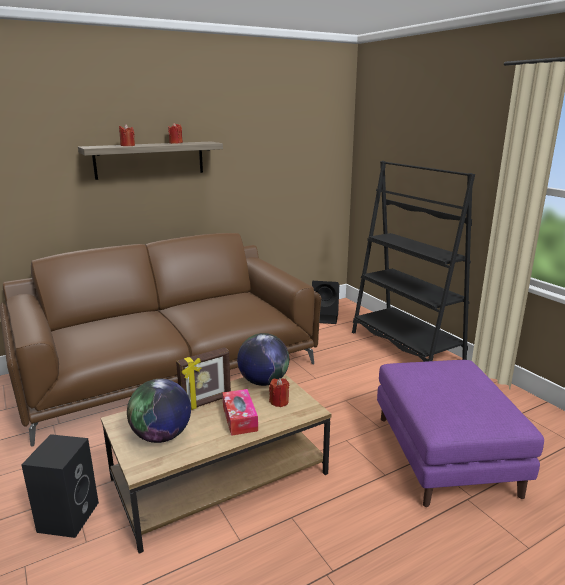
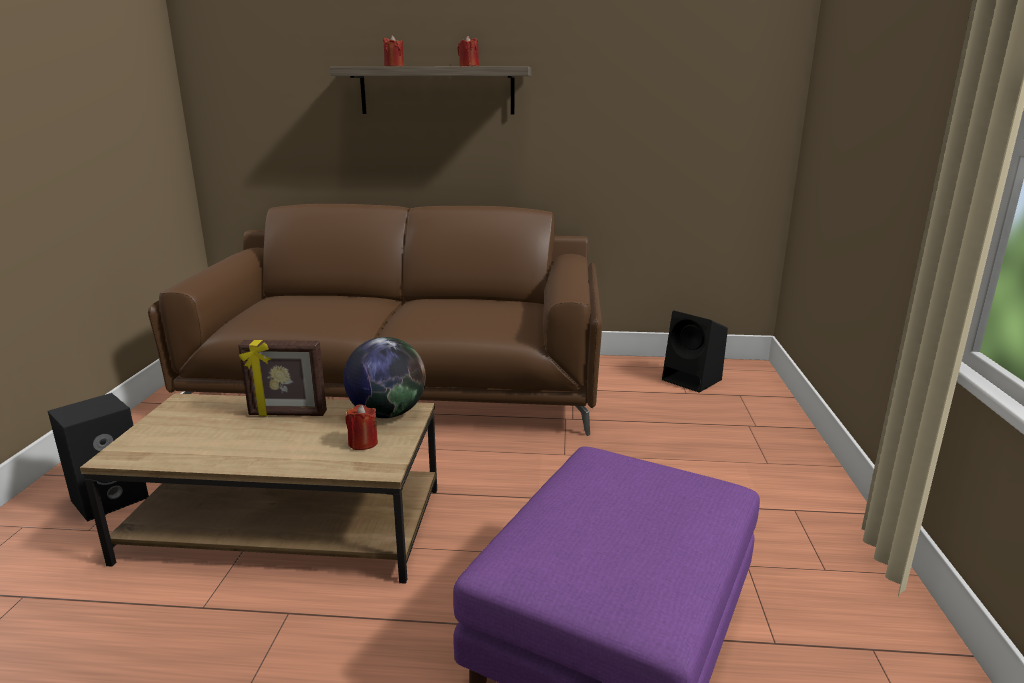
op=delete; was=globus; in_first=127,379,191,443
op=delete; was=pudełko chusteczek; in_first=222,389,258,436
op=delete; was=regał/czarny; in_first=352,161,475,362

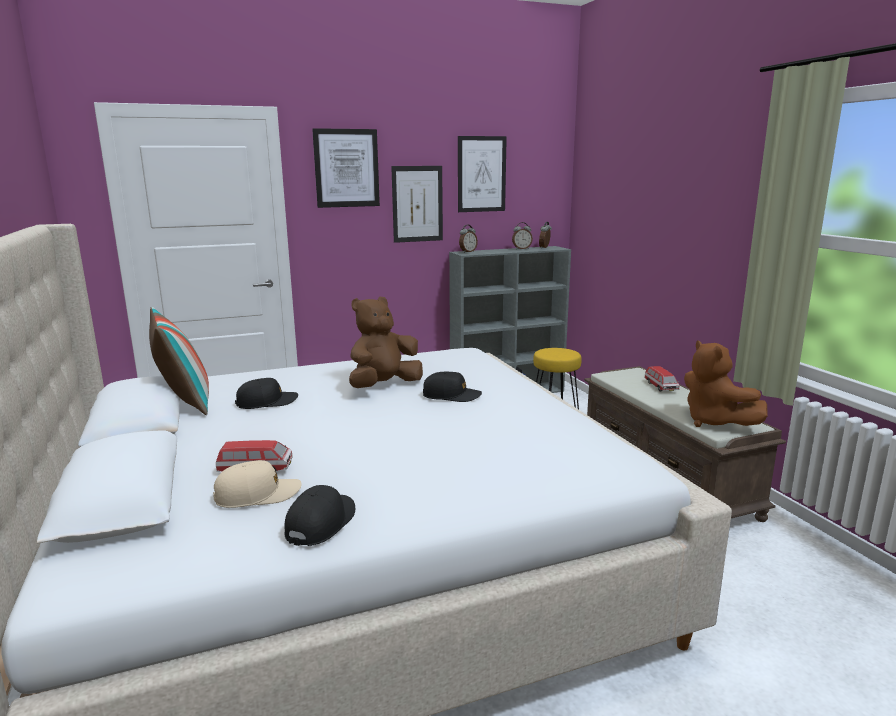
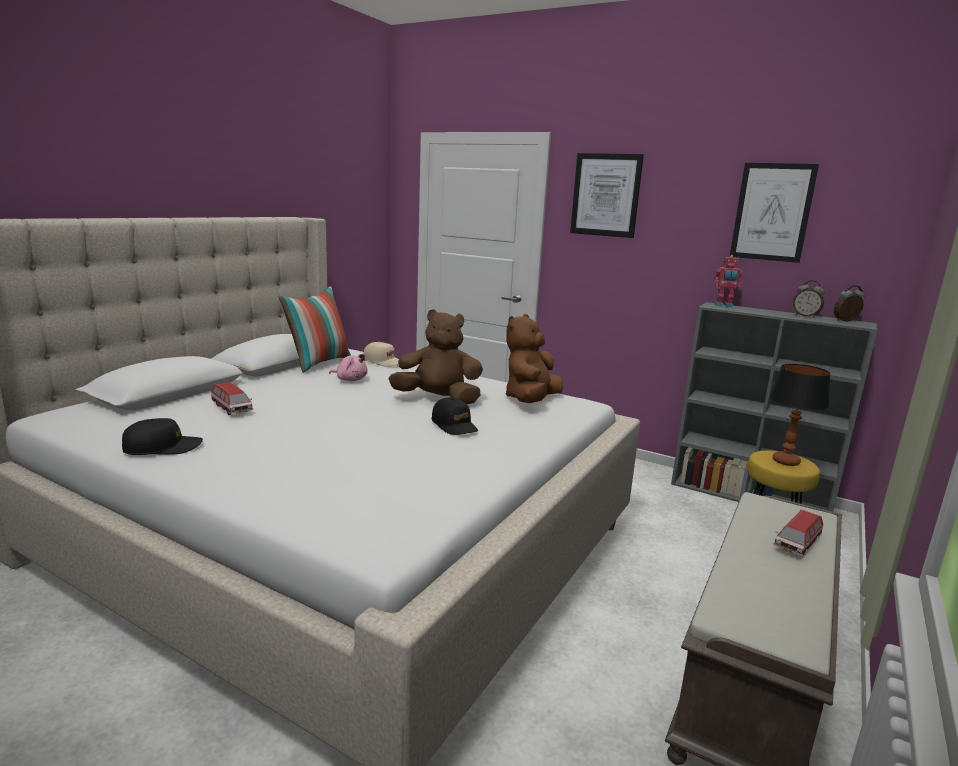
op=delete; was=obraz; in_first=391,166,443,243
op=insert; now=lampa stołowa; in_second=769,364,830,466
op=move; was=czapka z daszkiem/beżowy; in_first=213,460,302,508; in_second=364,342,399,367
op=move; was=pluszak/brązowy; in_first=684,340,768,427; in_second=506,314,563,403
op=replace; was=czapka z daszkiem/czarny; now=pluszak/różowy; in_first=235,378,298,409; in_second=329,353,368,381
op=replace; was=budzik; now=robot zabawkowy; in_first=459,225,478,253; in_second=714,255,743,307

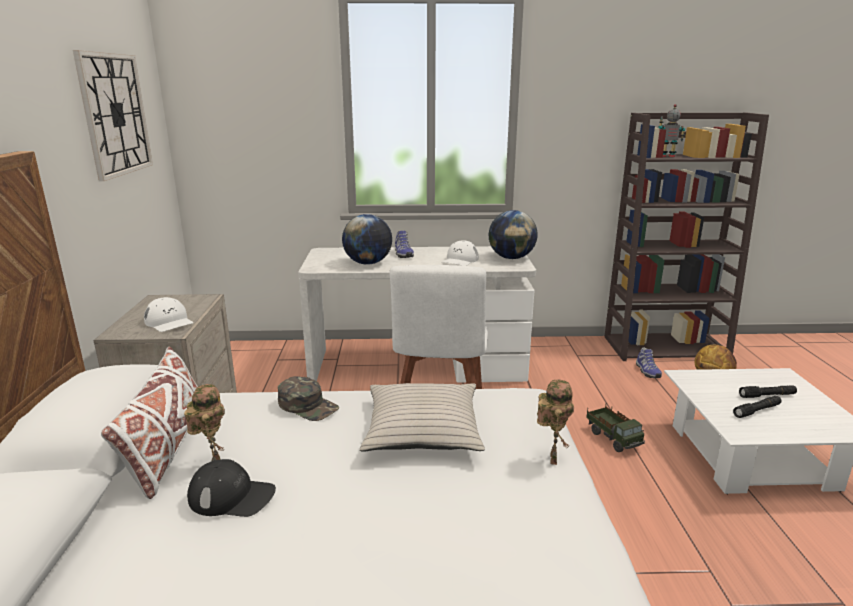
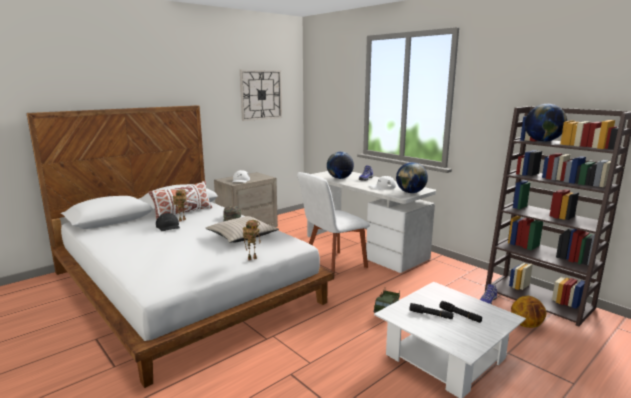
op=replace; was=robot zabawkowy; now=globus; in_first=659,104,685,157; in_second=525,104,567,142

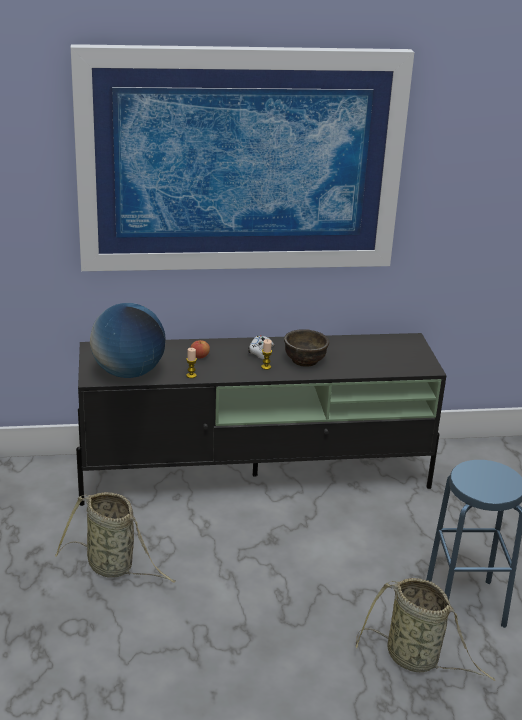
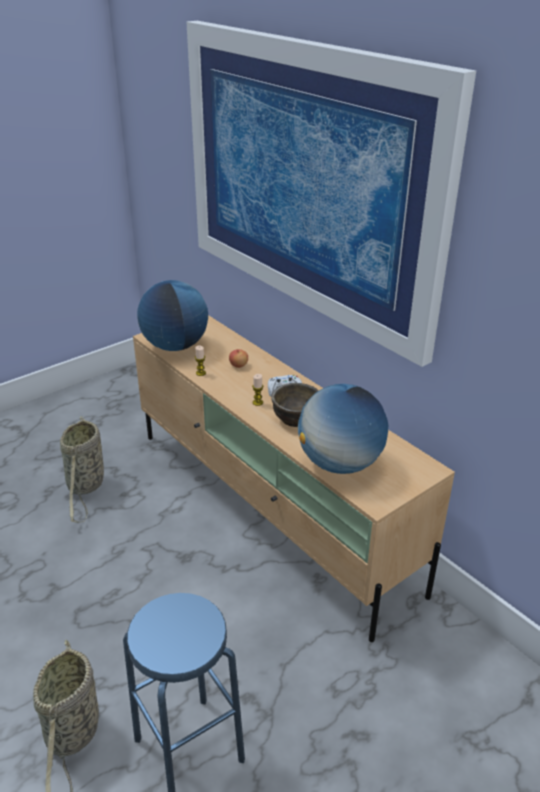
op=insert; now=globus; in_second=298,384,388,474
op=recolor; was=szafka pod telewizor/czarny; now=szafka pod telewizor/beżowy; in_first=76,333,447,506; in_second=133,315,455,642

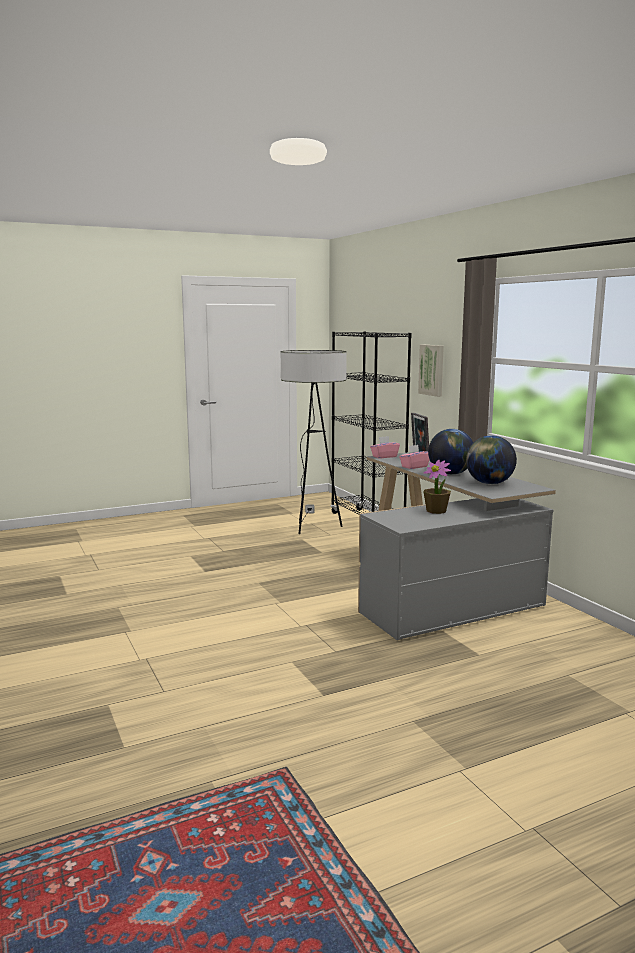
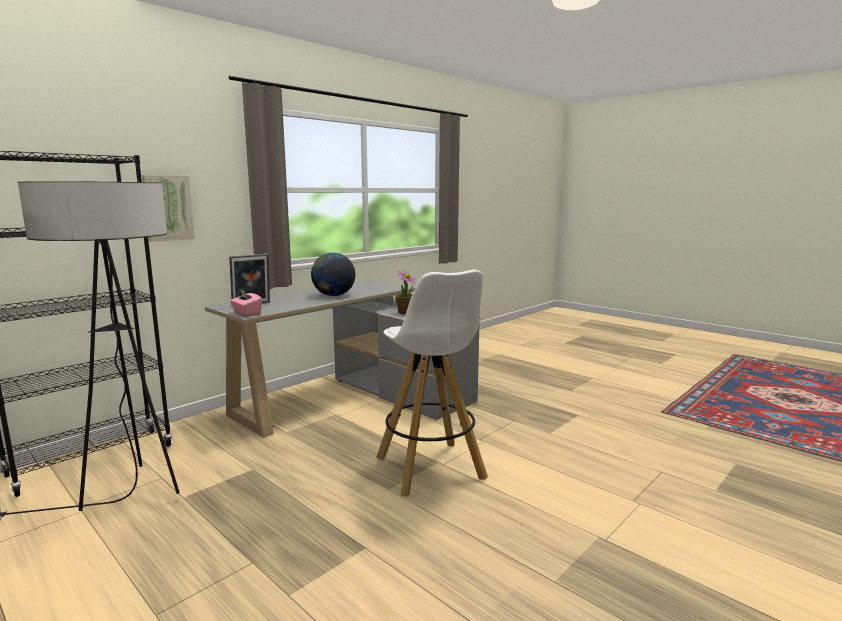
op=delete; was=pudełko chusteczek/różowy; in_first=399,445,430,469
op=delete; was=globus; in_first=466,436,517,484
op=insert; now=stołek/biały; in_second=376,270,488,497

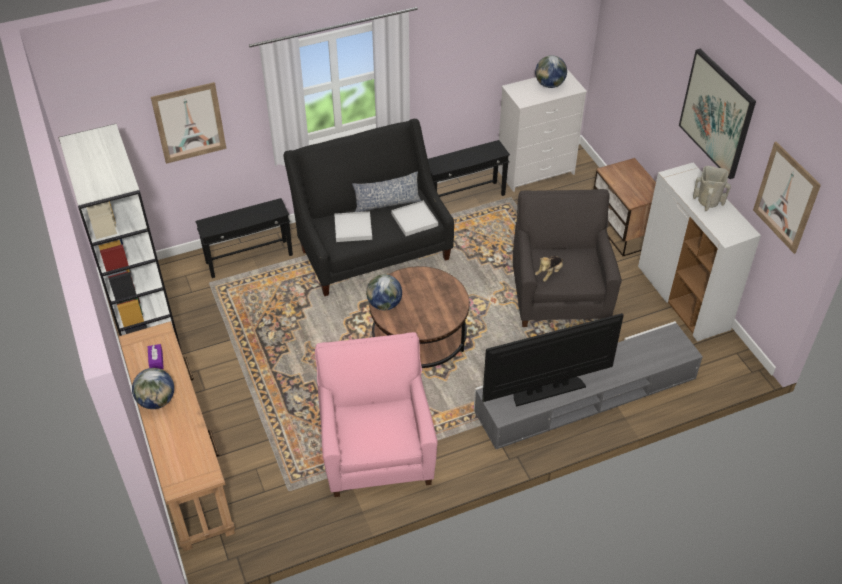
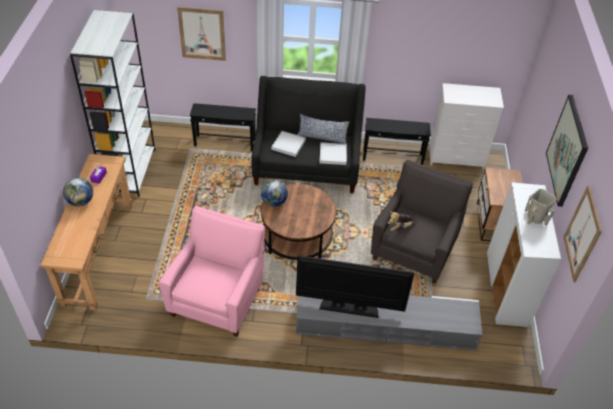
op=delete; was=globus; in_first=535,55,567,88

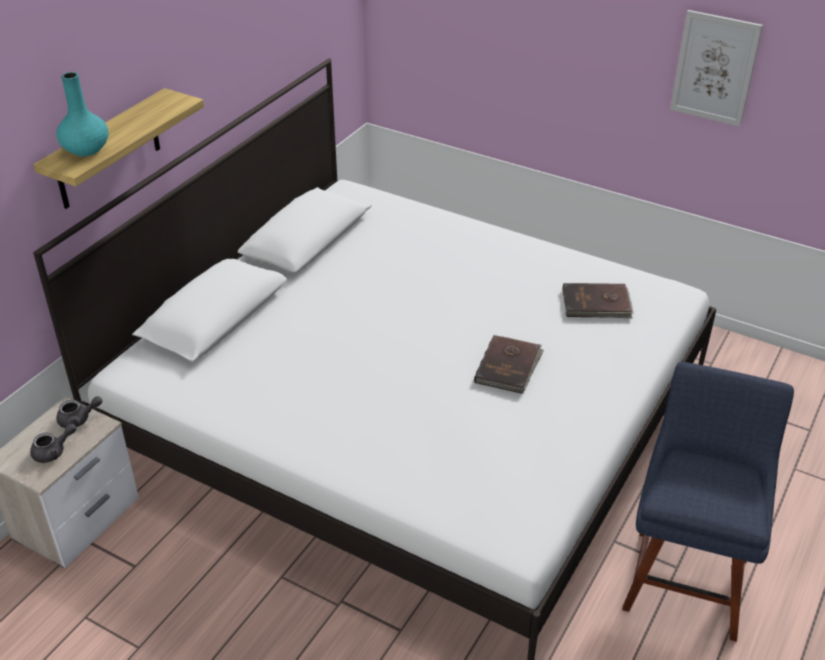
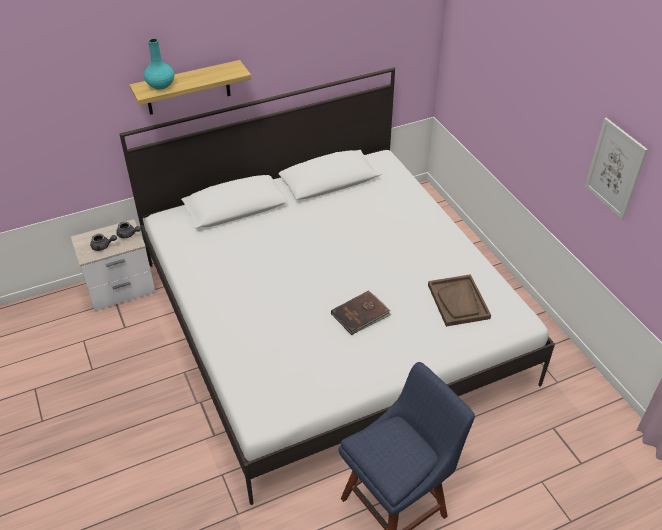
op=replace; was=książka/brązowy; now=taca/brązowy; in_first=563,283,634,318; in_second=428,274,491,327

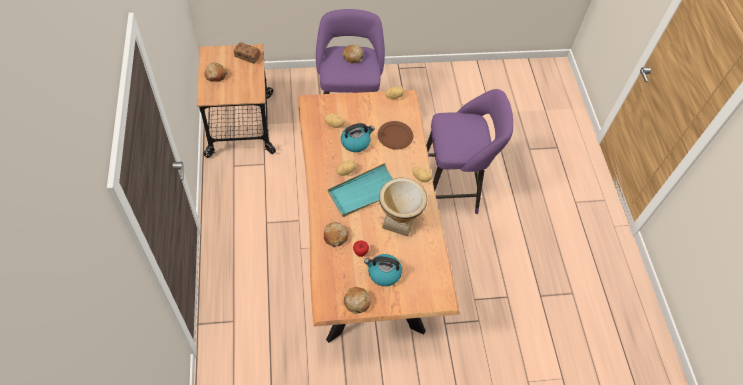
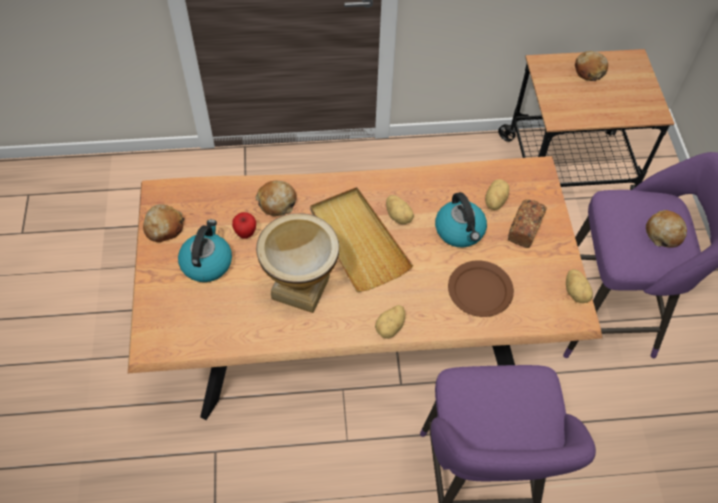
op=move; was=chleb; in_first=234,42,260,64; in_second=508,199,547,248
op=recolor; was=taca/turkusowy; now=taca/beżowy; in_first=327,163,393,217; in_second=310,187,413,292

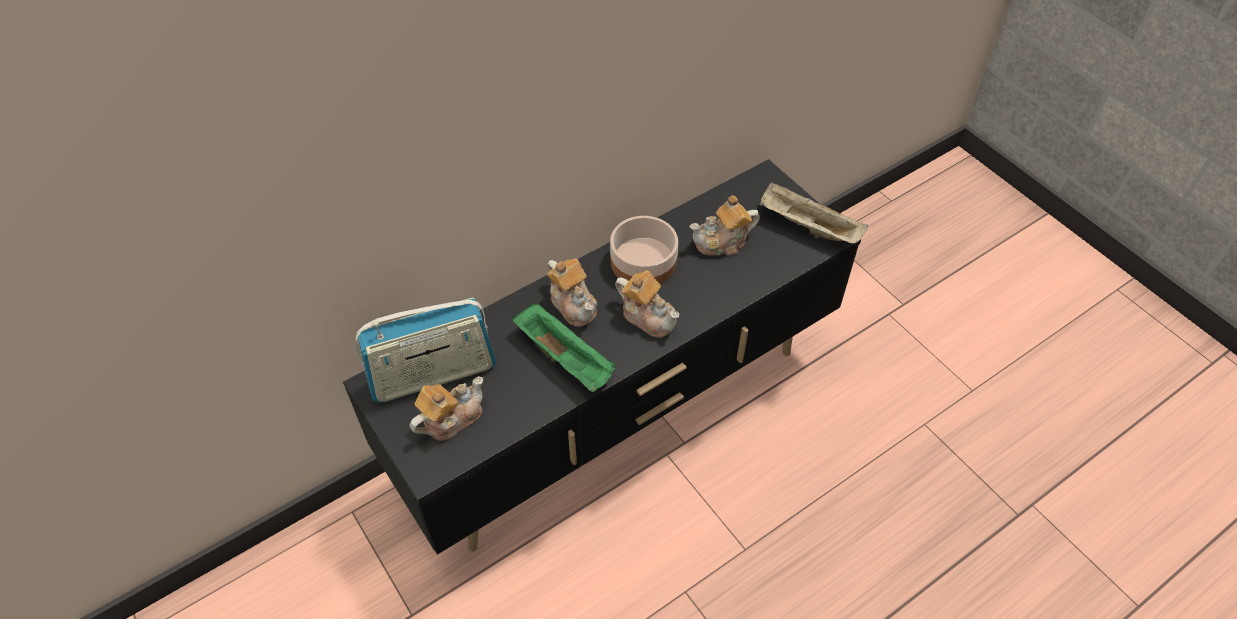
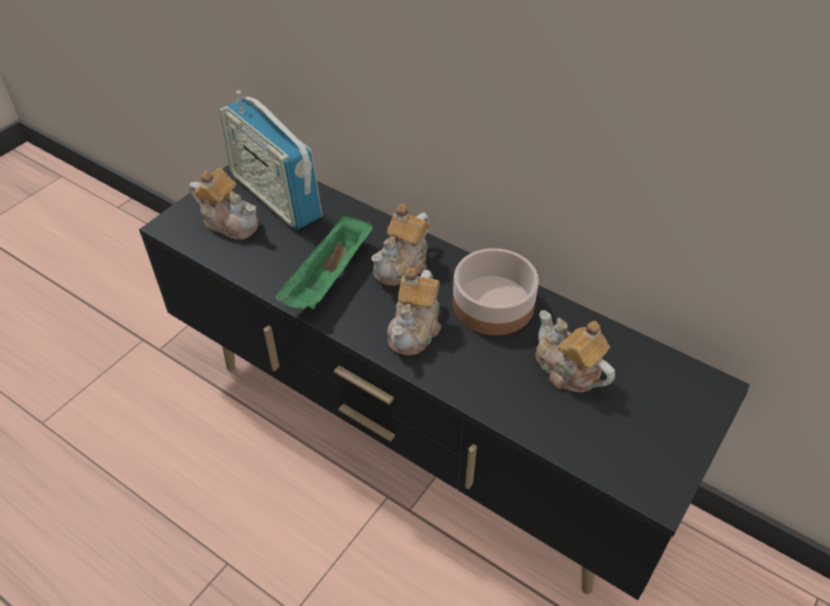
op=delete; was=taca/beżowy; in_first=760,182,868,244

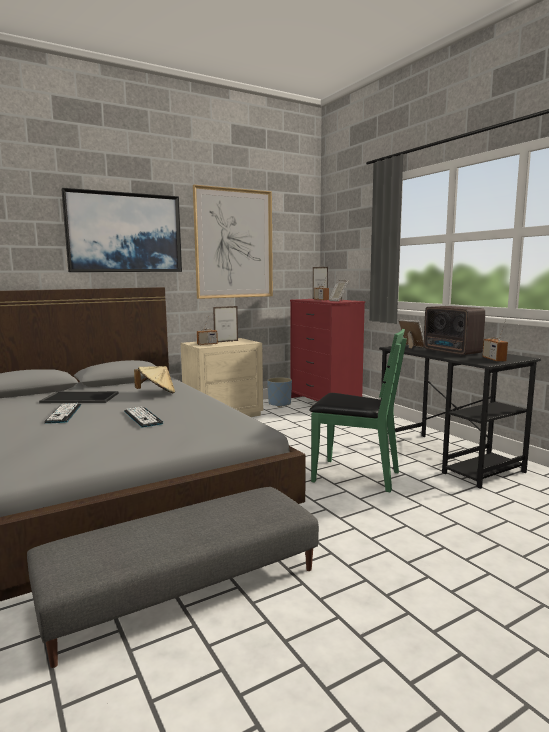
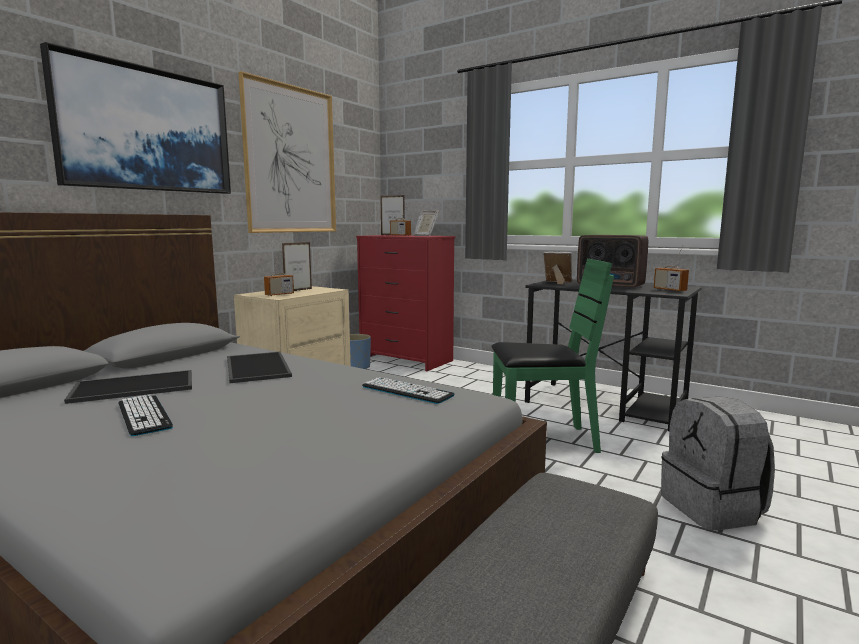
op=insert; now=plecak/szary; in_second=661,396,775,531
op=move; was=klawiatura; in_first=124,406,164,427; in_second=362,377,455,404
op=replace; was=kapelusz/beżowy; now=taca; in_first=134,366,175,393; in_second=227,352,292,383

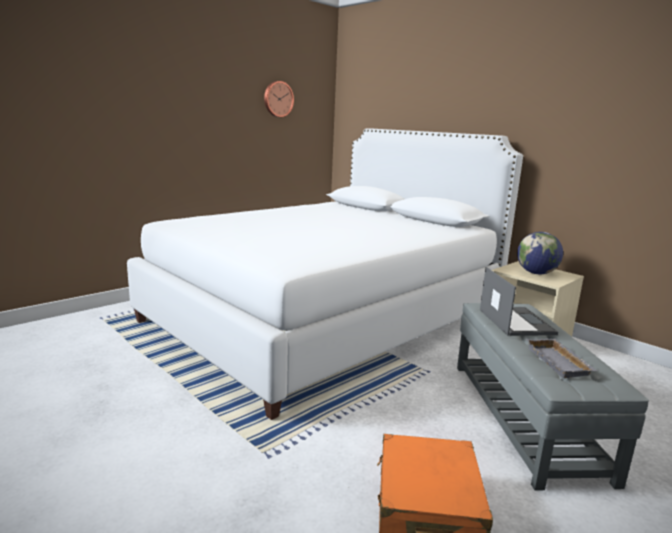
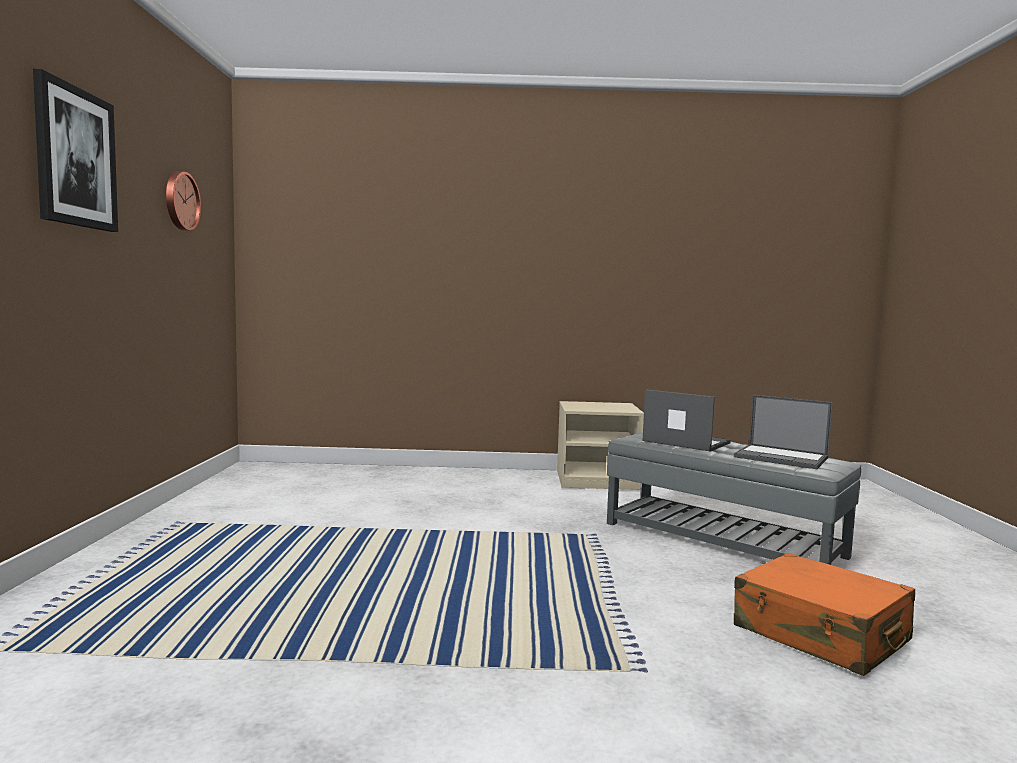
op=delete; was=łóżko/biały; in_first=127,128,523,420
op=delete; was=globus; in_first=517,232,563,274
op=insert; now=obraz; in_second=33,69,118,232
op=replace; was=taca/szary; now=laptop; in_first=526,339,597,378; in_second=734,395,833,469

